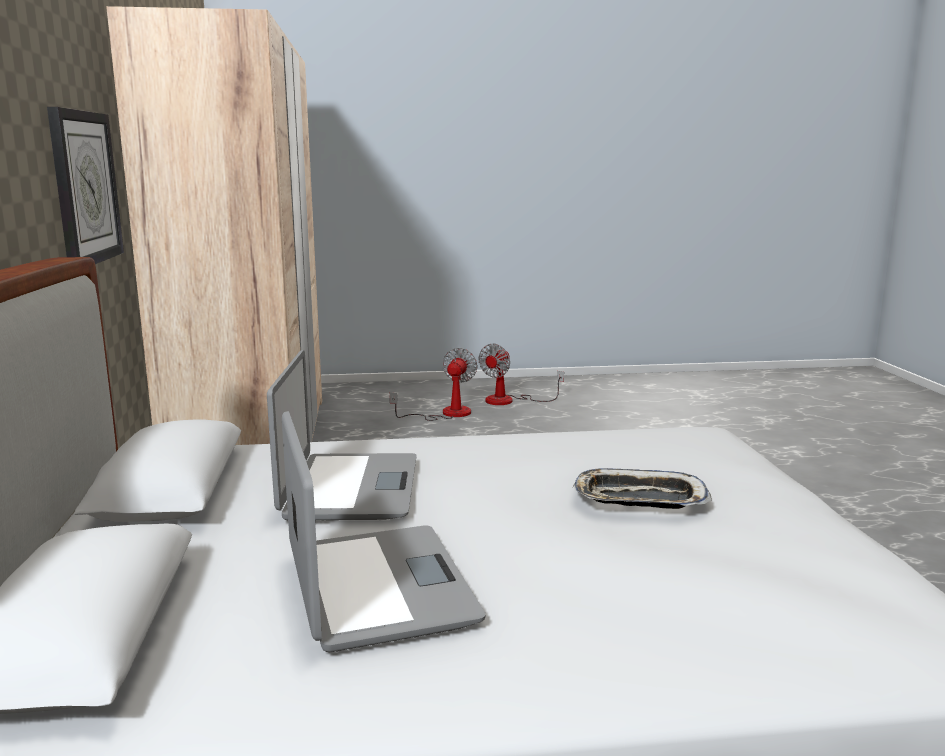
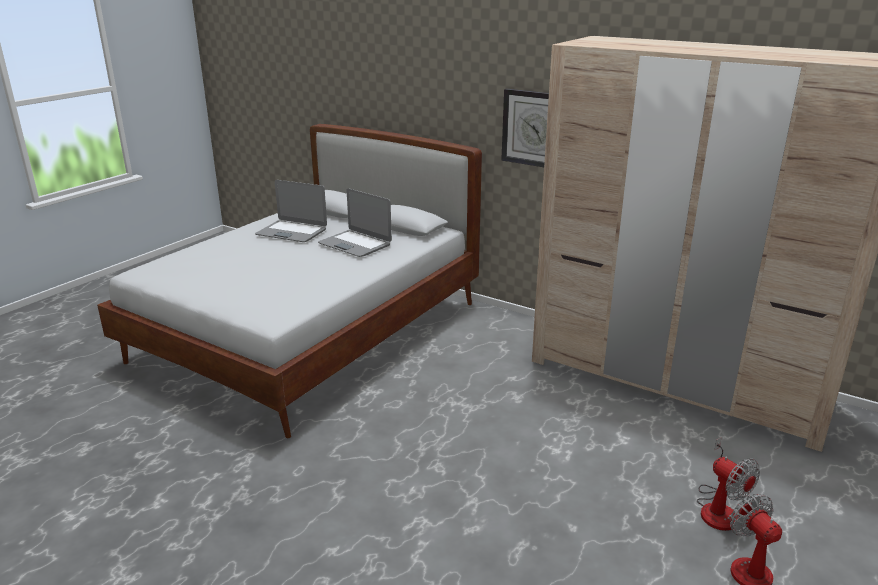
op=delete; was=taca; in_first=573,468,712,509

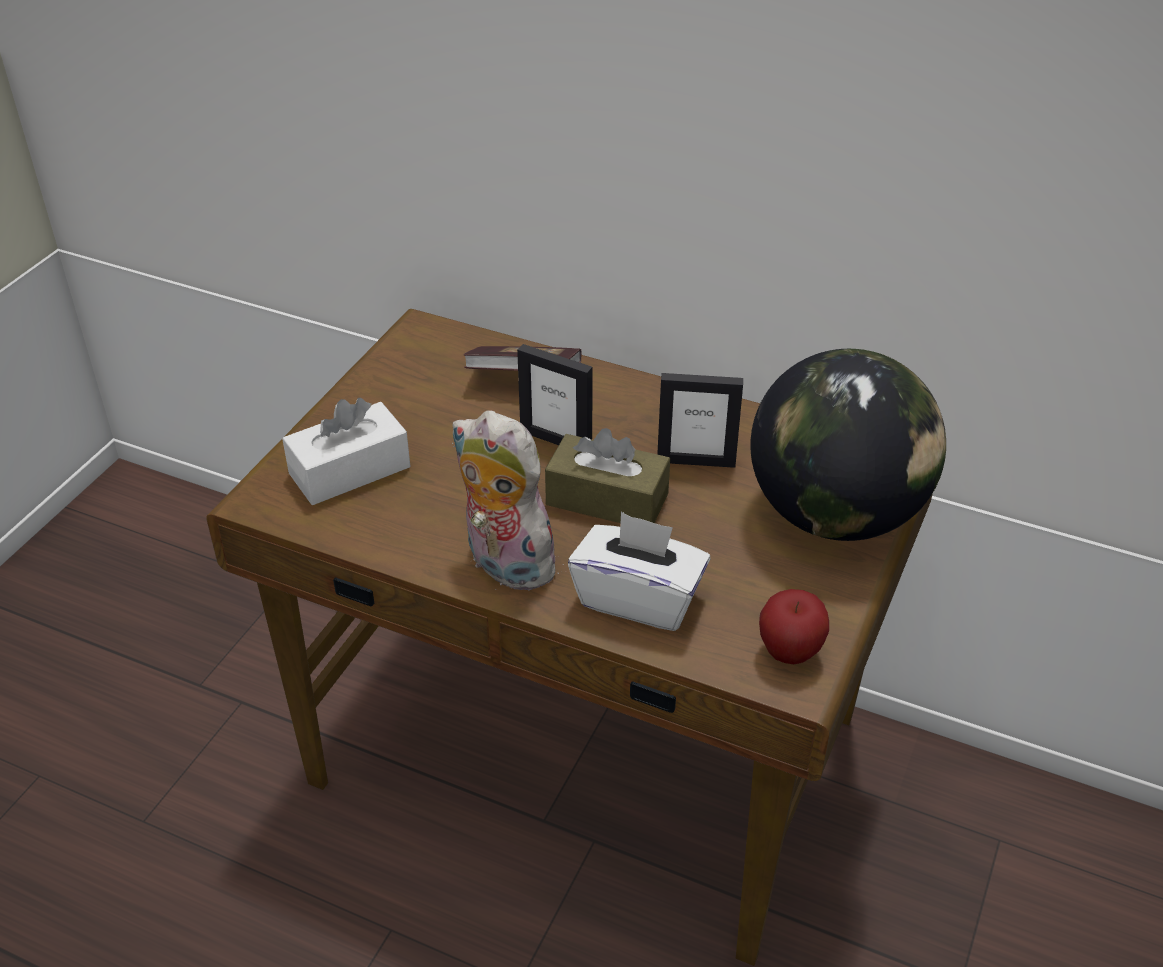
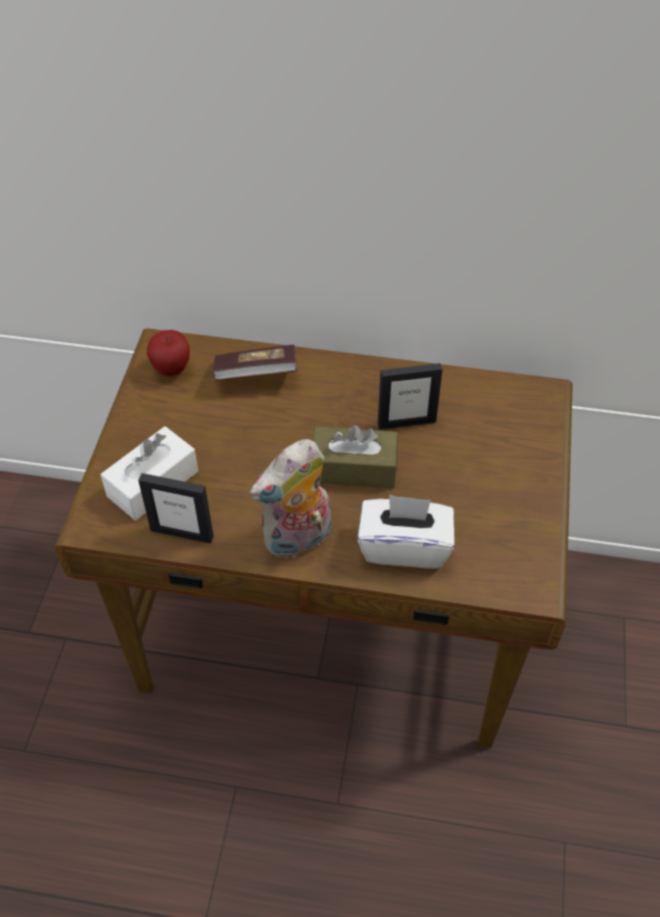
op=delete; was=globus; in_first=751,349,946,541
op=move; was=ramka na zdjęcie; in_first=517,344,593,445; in_second=138,473,214,544
op=move; was=jabłko; in_first=759,589,829,664; in_second=147,330,190,376
op=rotate; was=pluszak; in_first=452,410,567,590; in_second=250,439,331,558; clockwise=-60

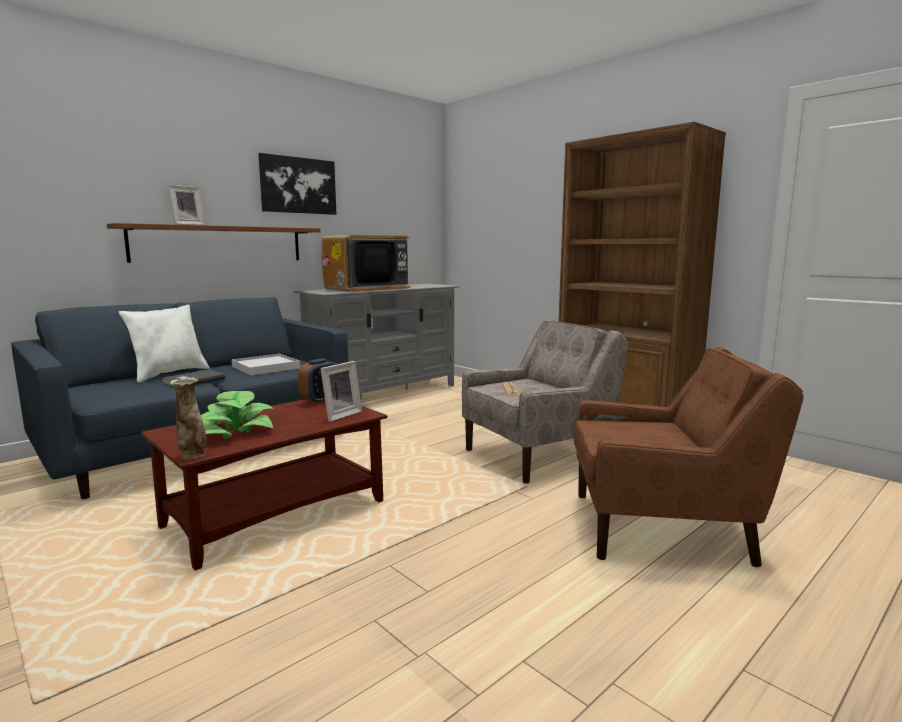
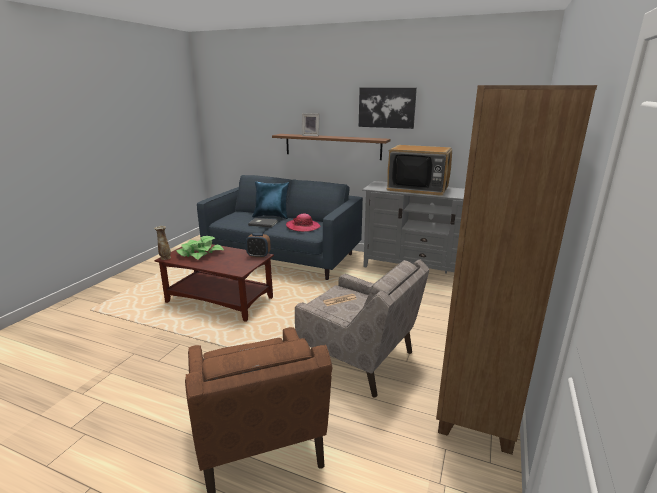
op=delete; was=ramka na zdjęcie; in_first=320,361,362,422
op=replace; was=taca/biały; now=kapelusz; in_first=231,354,300,376; in_second=286,214,321,232
op=recolor; was=poduszka/biały; now=poduszka/niebieski; in_first=118,305,210,383; in_second=252,181,289,219

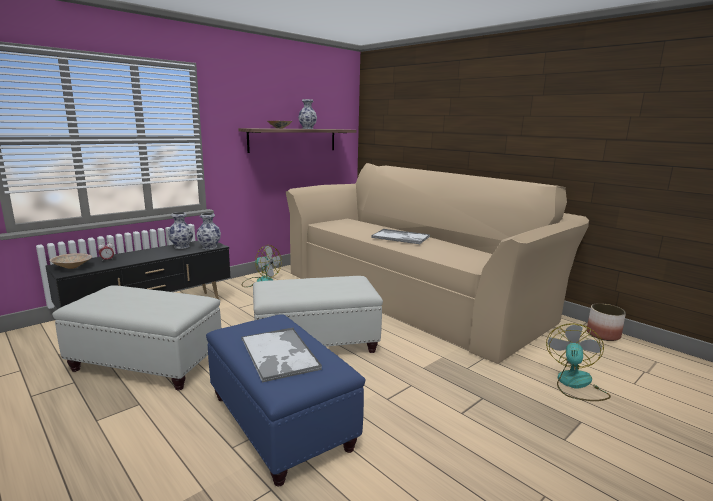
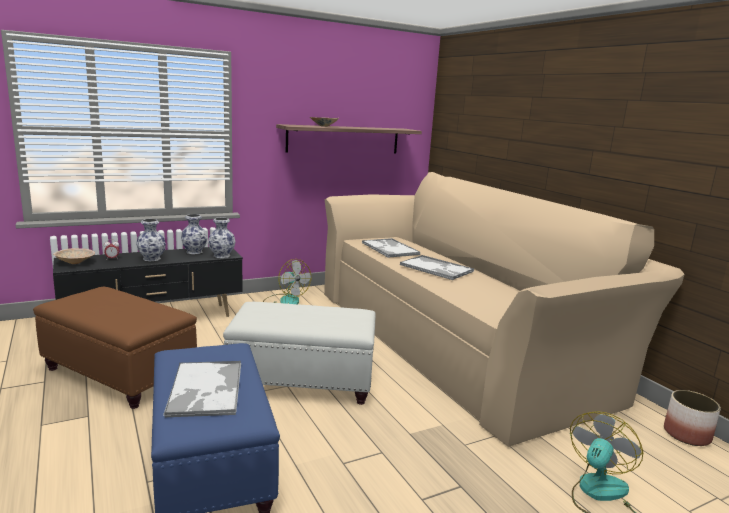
op=insert; now=taca; in_second=362,238,420,258
op=move; was=wazon; in_first=298,99,317,129; in_second=136,219,166,261
op=recolor; was=pufa/biały; now=pufa/brązowy; in_first=52,285,221,390; in_second=33,287,197,409

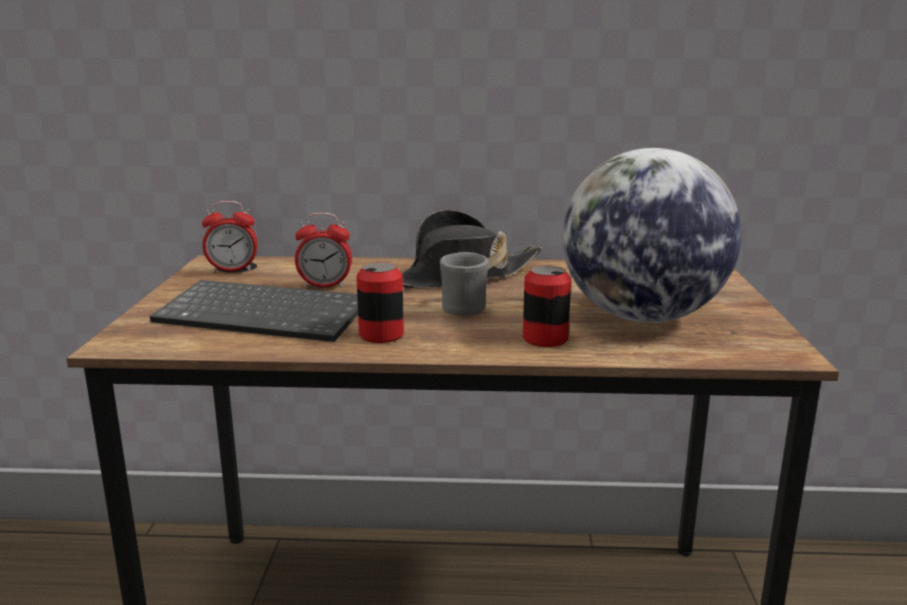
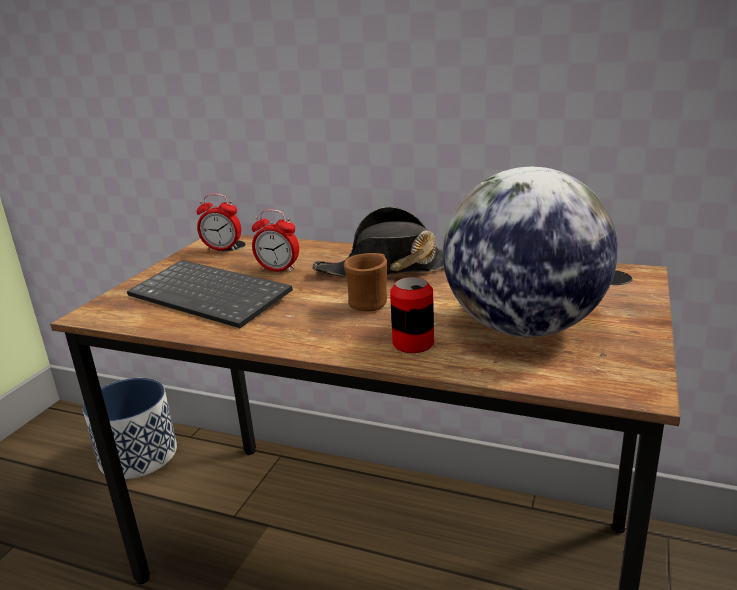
op=delete; was=puszka; in_first=356,262,404,343
op=insert; now=donica; in_second=83,378,177,479
op=recolor; was=kubek/szary; now=kubek/brązowy; in_first=440,252,489,316; in_second=344,253,387,311

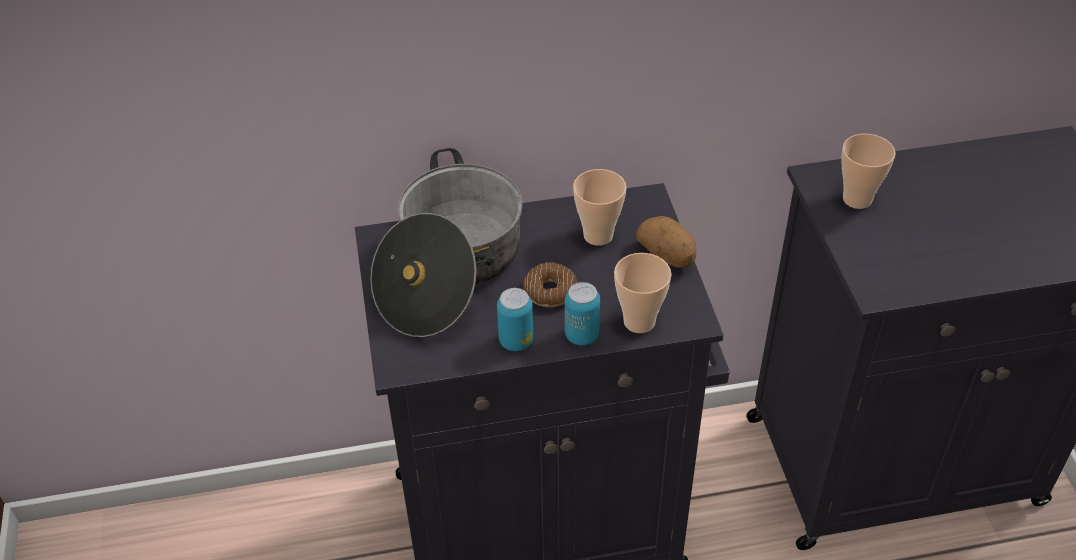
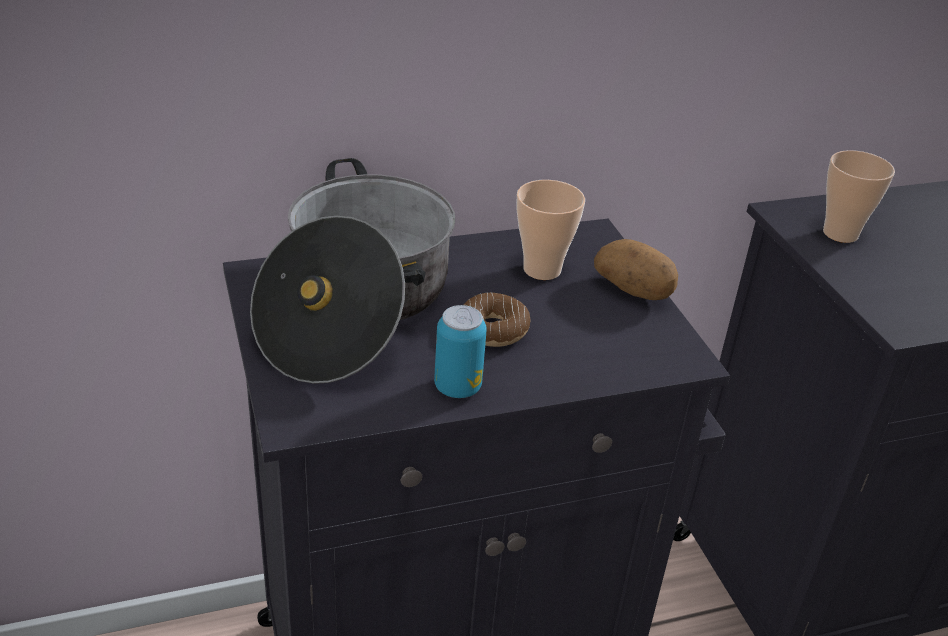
op=delete; was=puszka; in_first=565,282,600,345
op=delete; was=filiżanka; in_first=614,253,672,333

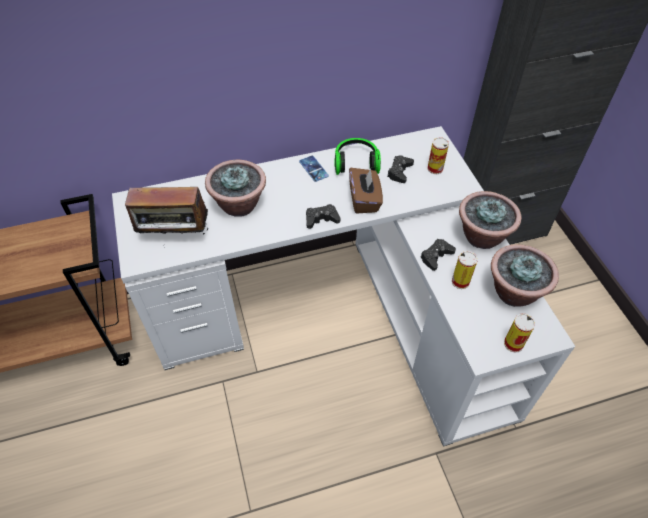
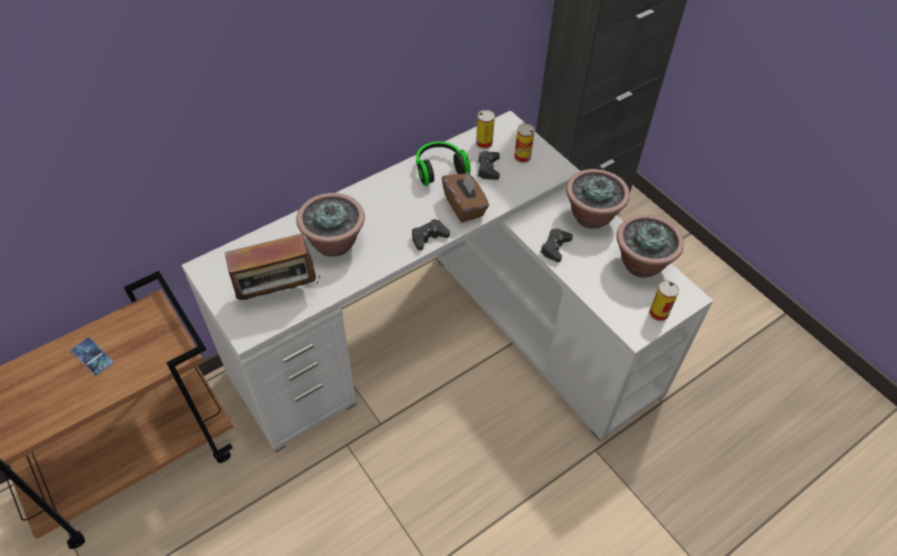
op=move; was=telefon; in_first=299,155,329,182; in_second=71,337,114,376
op=move; was=puszka; in_first=452,251,478,289; in_second=476,110,495,149

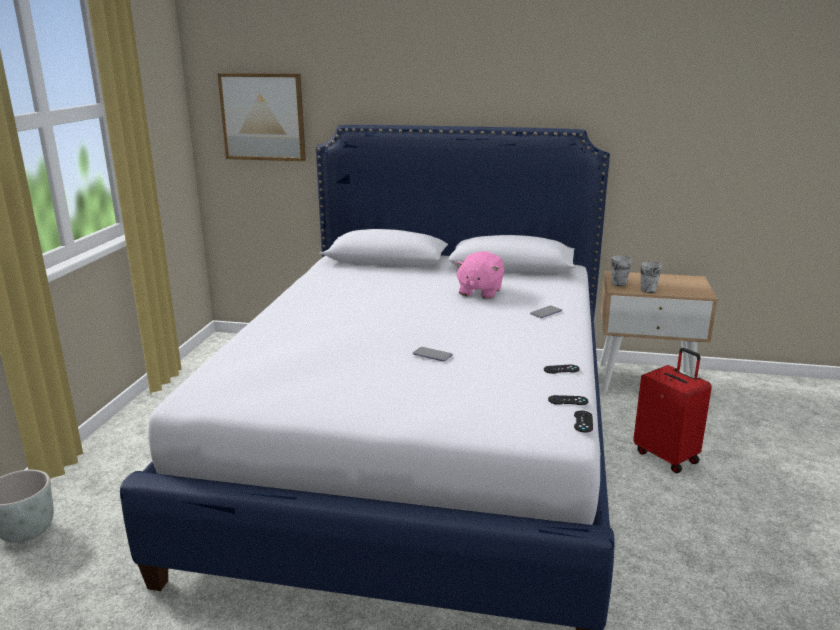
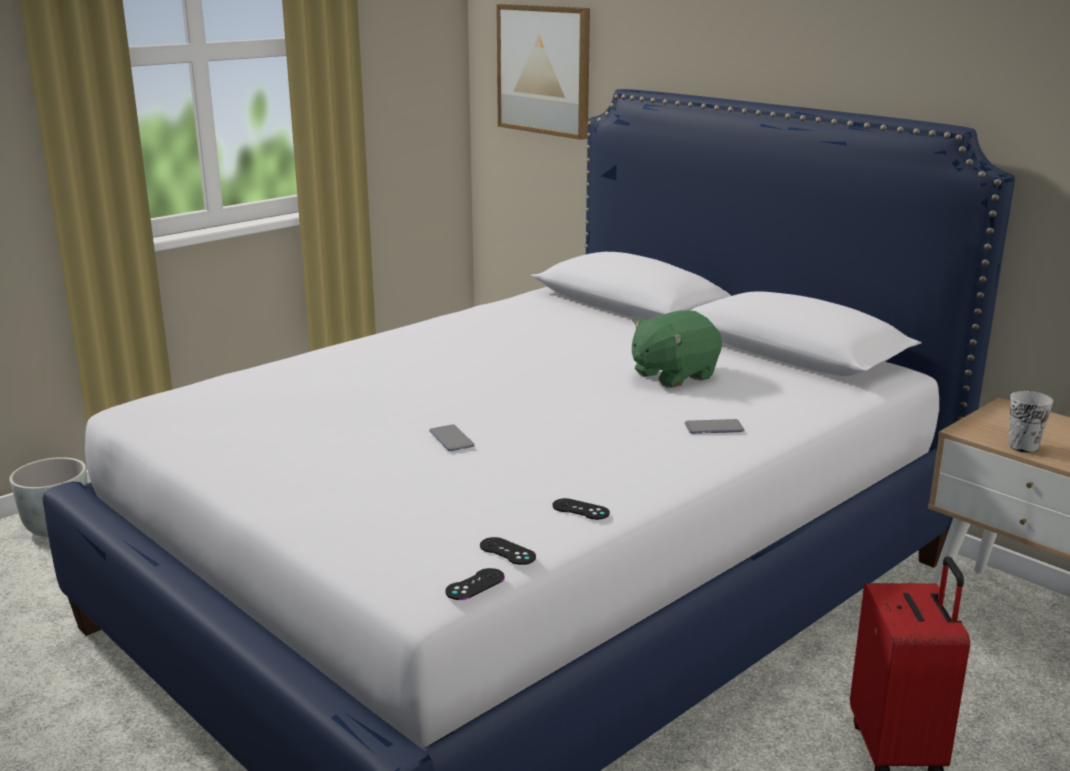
op=delete; was=filiżanka; in_first=612,256,632,286
op=recolor; was=pluszak/różowy; now=pluszak/zielony; in_first=455,251,504,299; in_second=632,310,722,388

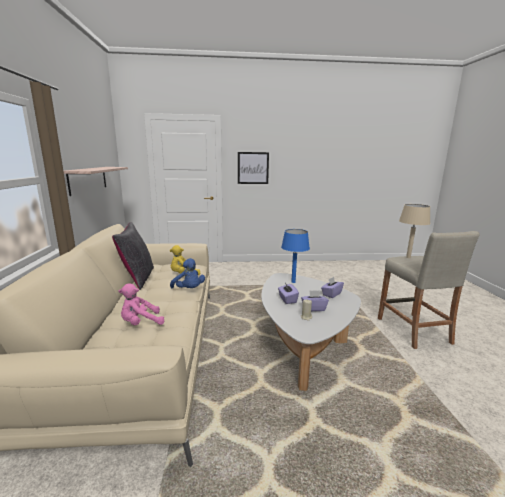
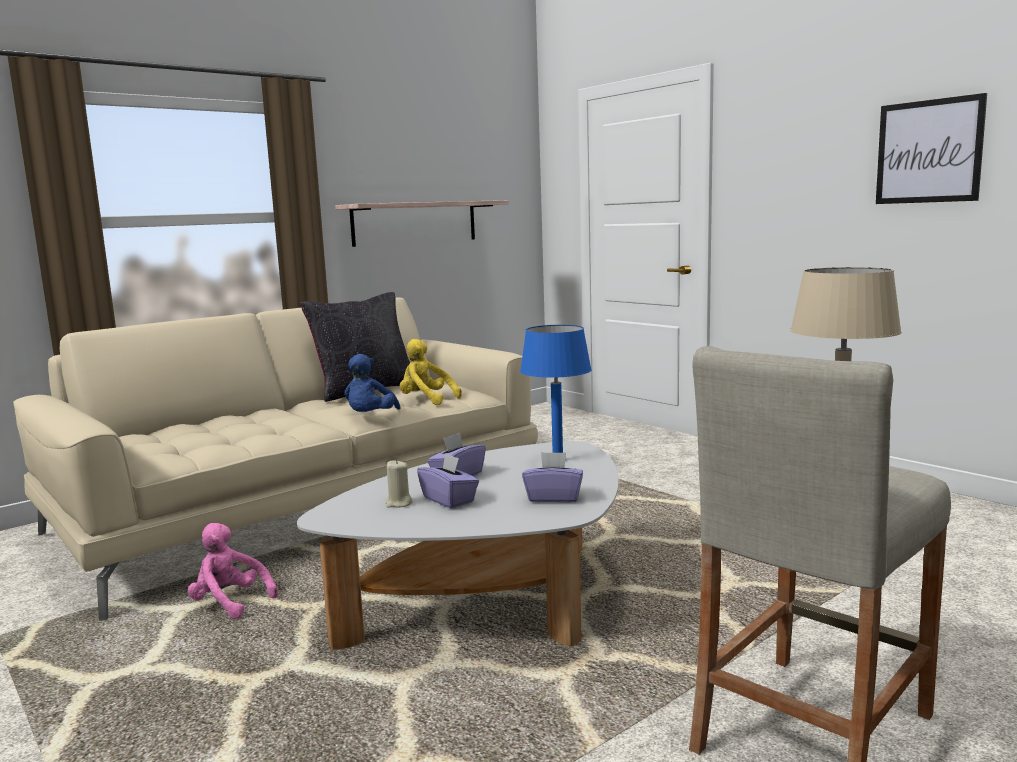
op=move; was=pluszak/różowy; in_first=118,283,165,325; in_second=188,523,278,619
op=move; was=obraz; in_first=238,152,269,184; in_second=876,93,987,204

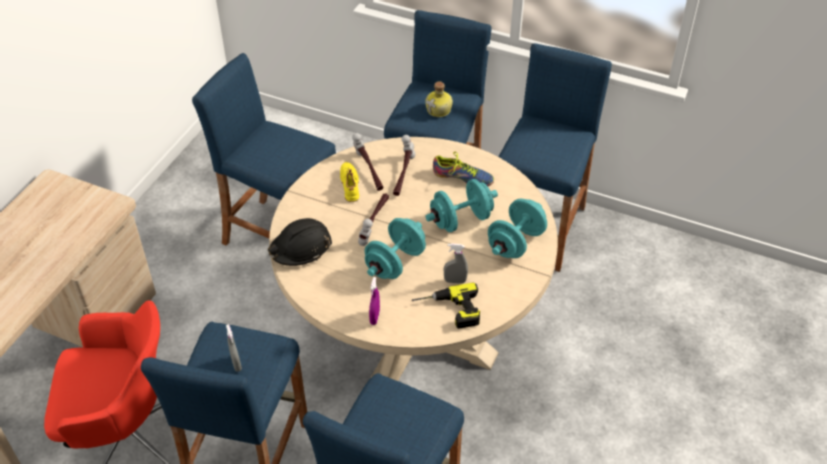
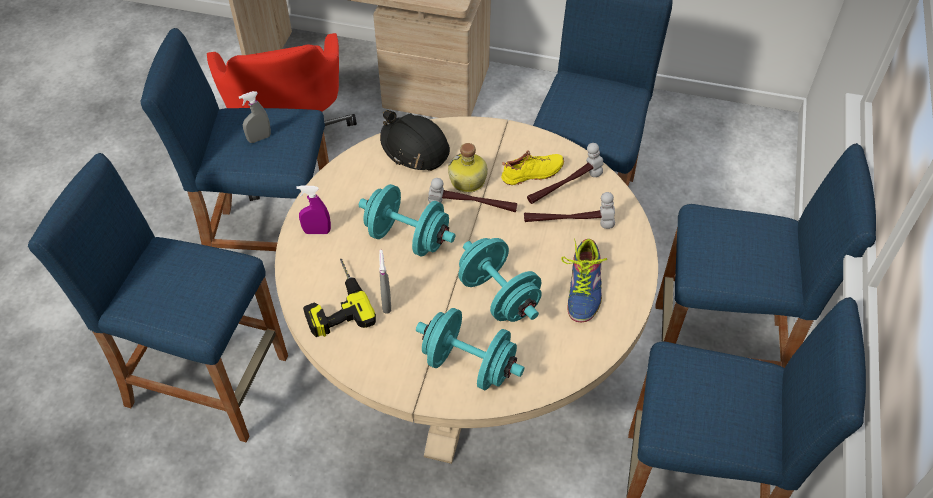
op=move; was=butelka; in_first=425,81,453,117; in_second=448,143,488,193

